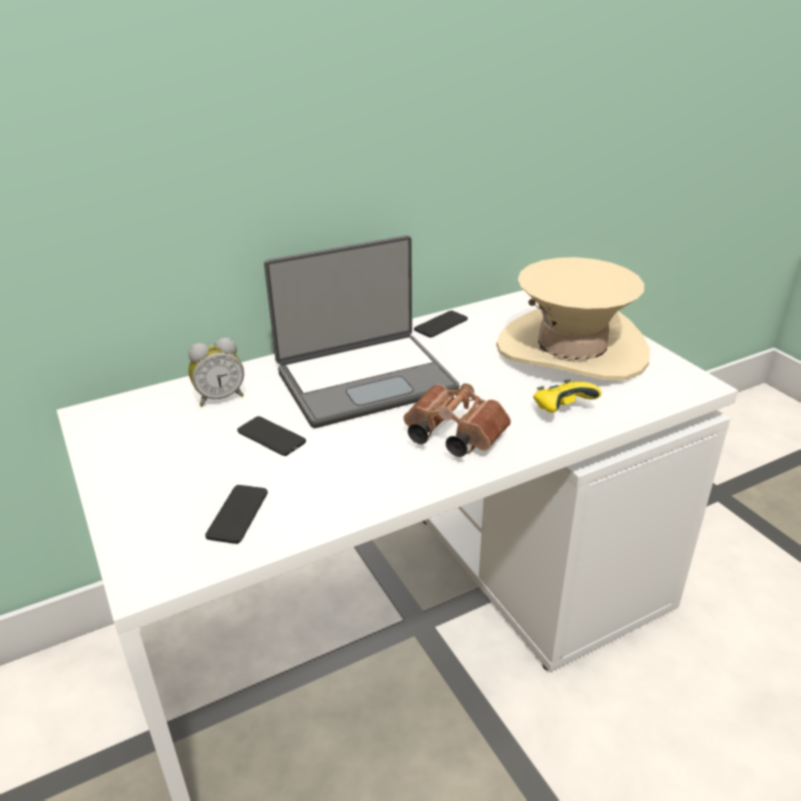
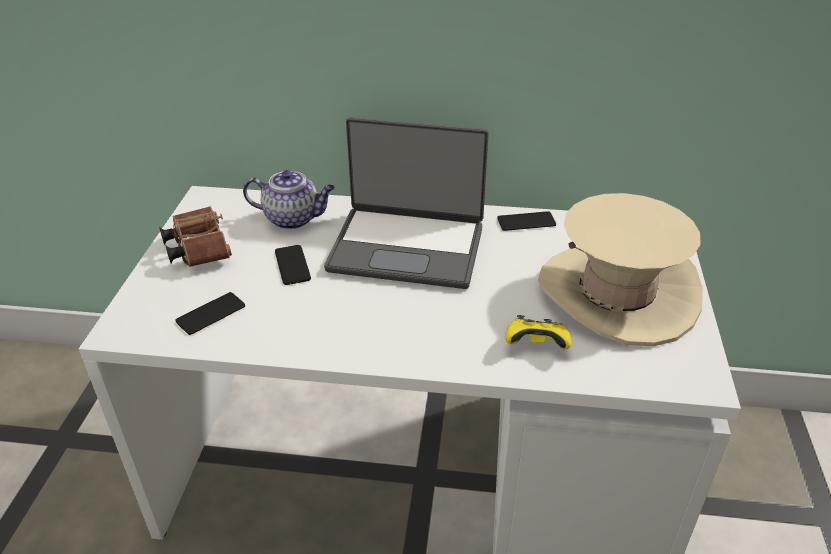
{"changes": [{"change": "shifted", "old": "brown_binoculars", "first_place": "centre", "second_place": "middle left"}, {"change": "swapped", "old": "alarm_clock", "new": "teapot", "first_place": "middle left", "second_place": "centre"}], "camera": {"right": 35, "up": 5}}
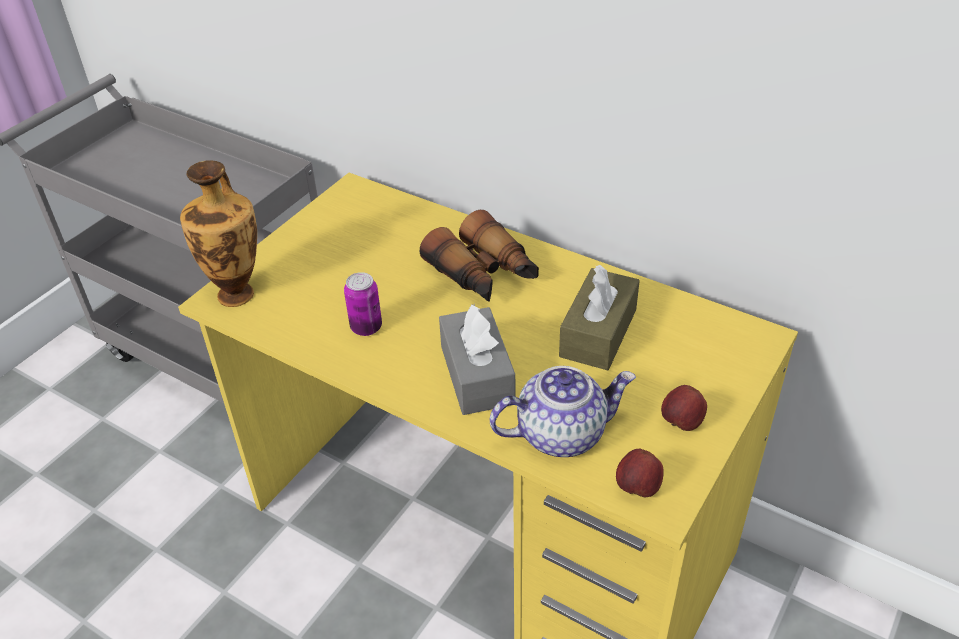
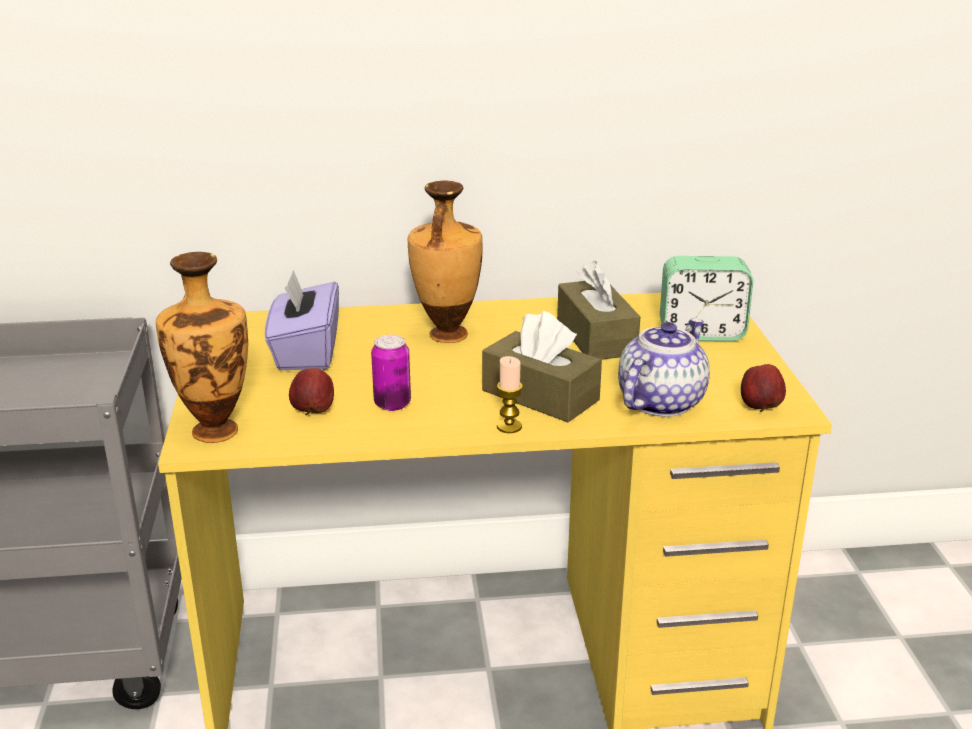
{"changes": [{"change": "new", "new": "purple_tissue_box", "second_place": "middle left"}, {"change": "shifted", "old": "apple (no. 2 from left in the first image)", "new": "apple (no. 1 from left)", "first_place": "middle right", "second_place": "middle left"}, {"change": "swapped", "old": "binoculars", "new": "vase (no. 2 from left)", "first_place": "centre", "second_place": "centre"}, {"change": "repainted", "old": "grey_tissue_box", "new": "brown_tissue_box (no. 1 from left)", "first_place": "centre", "second_place": "centre"}, {"change": "new", "new": "candle", "second_place": "centre"}, {"change": "new", "new": "alarm_clock", "second_place": "middle right"}], "camera": {"right": -40, "up": -15}}
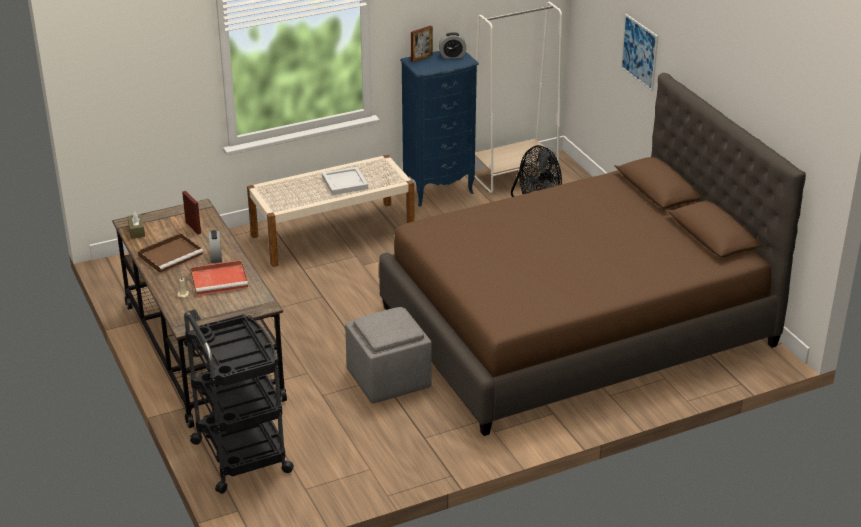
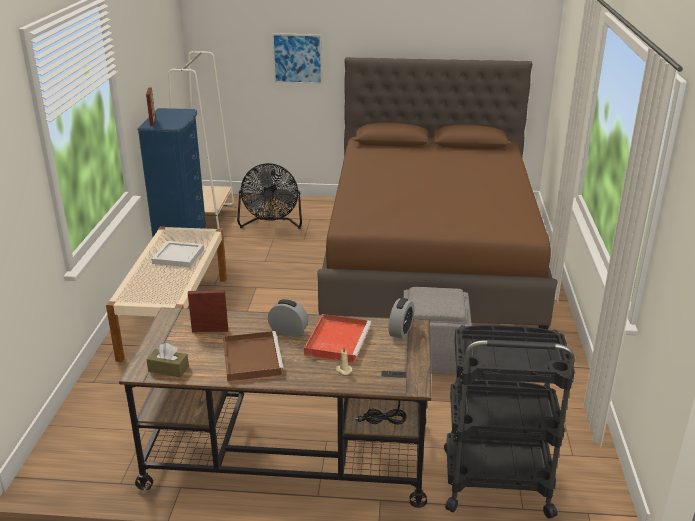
{"changes": [{"change": "shifted", "old": "alarm_clock (no. 2 from left)", "first_place": "top centre", "second_place": "centre"}], "camera": {"right": -60, "up": -5}}
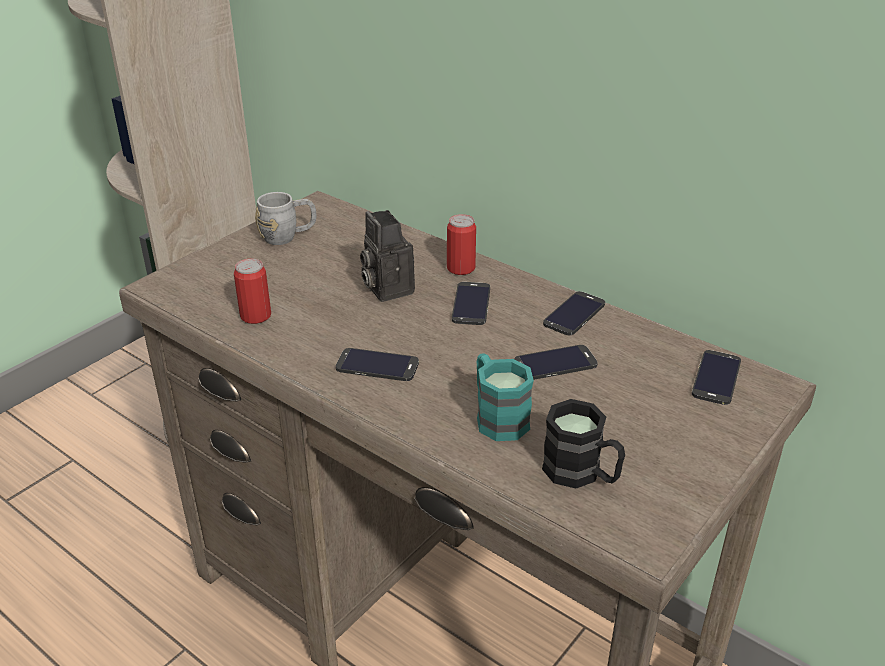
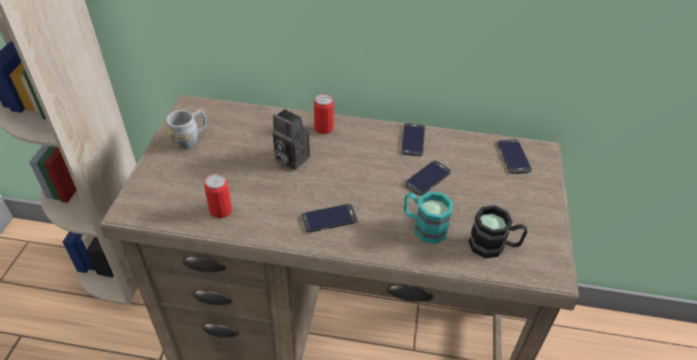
{"changes": [{"change": "gone", "old": "phone (no. 2 from left)", "first_place": "centre"}], "camera": {"right": -30, "up": 10}}
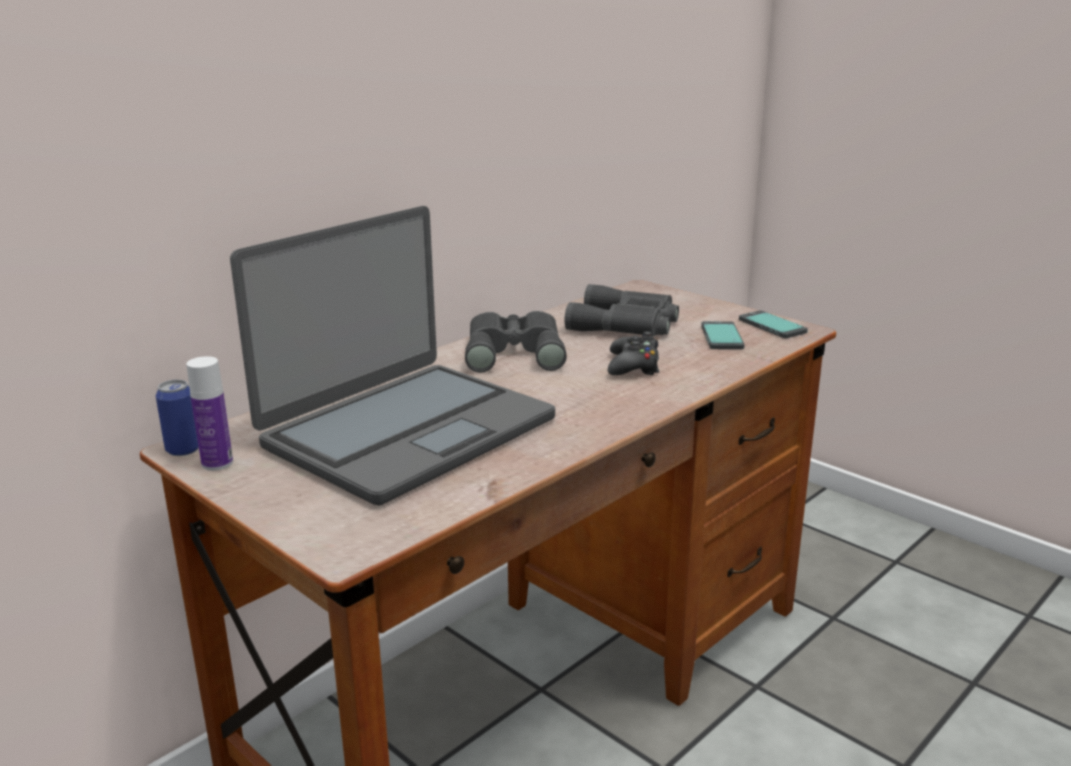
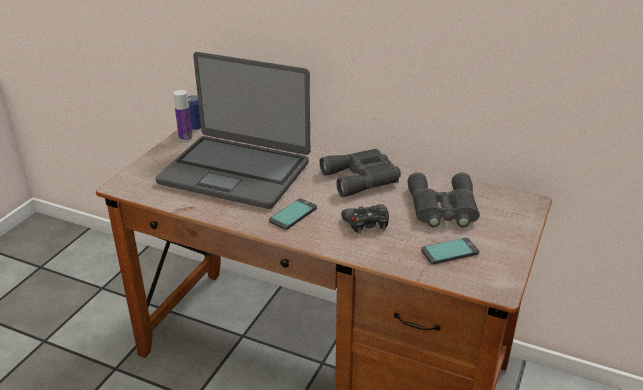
{"changes": [{"change": "shifted", "old": "phone (no. 2 from left in the first image)", "new": "phone (no. 1 from left)", "first_place": "middle right", "second_place": "centre"}], "camera": {"right": 70, "up": 10}}
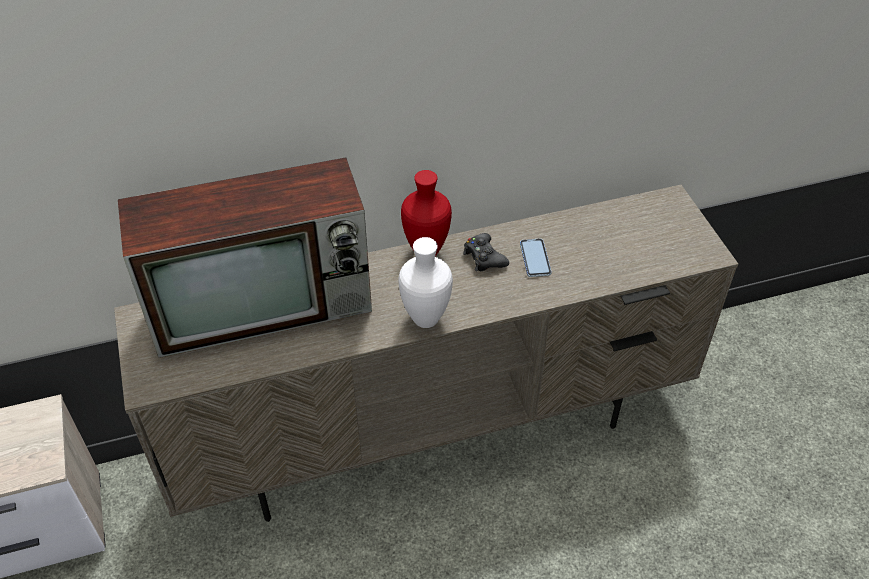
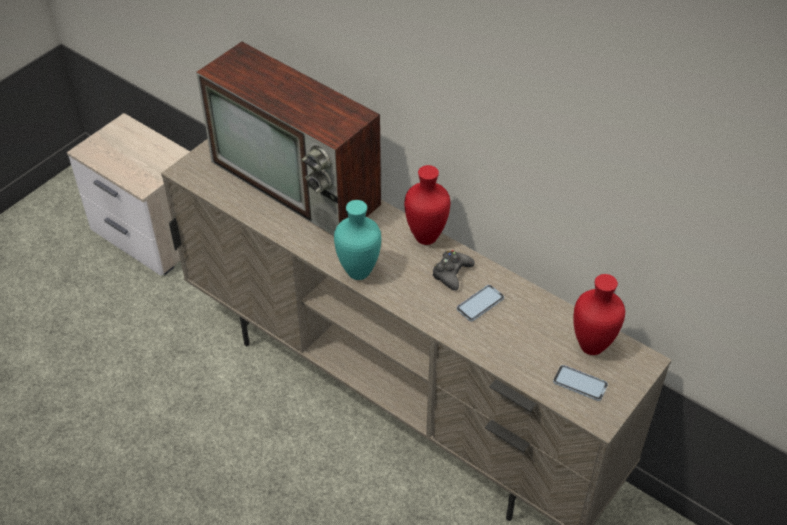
{"changes": [{"change": "repainted", "old": "white_vase", "new": "turquoise_vase", "first_place": "centre", "second_place": "centre"}, {"change": "new", "new": "phone (no. 2 from left)", "second_place": "bottom right"}, {"change": "new", "new": "red_vase (no. 2 from left)", "second_place": "middle right"}], "camera": {"right": 55, "up": 0}}
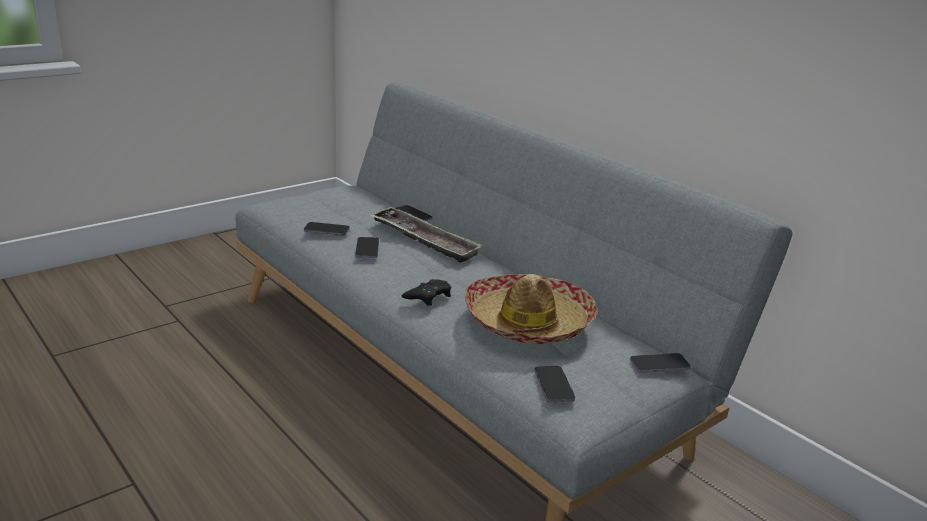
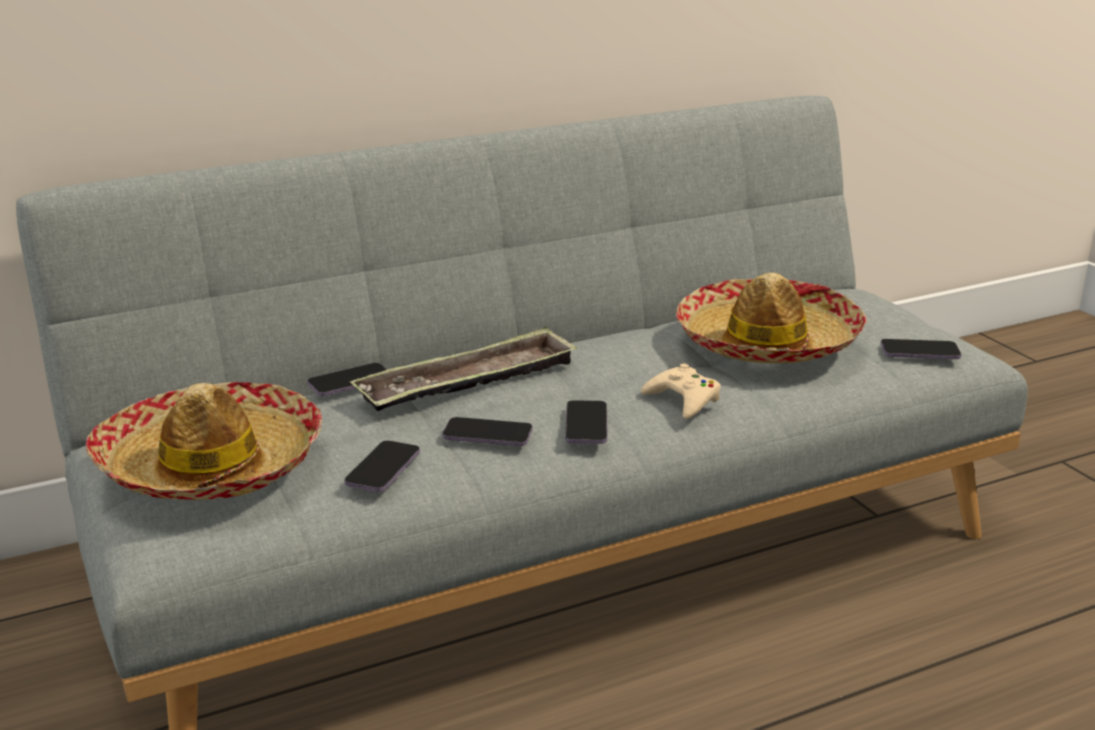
{"changes": [{"change": "new", "new": "hat (no. 1 from left)", "second_place": "middle left"}, {"change": "shifted", "old": "phone (no. 5 from left in the first image)", "new": "phone (no. 4 from left)", "first_place": "bottom right", "second_place": "centre"}, {"change": "repainted", "old": "black_game_controller", "new": "beige_game_controller", "first_place": "centre", "second_place": "centre"}], "camera": {"right": -75, "up": 0}}
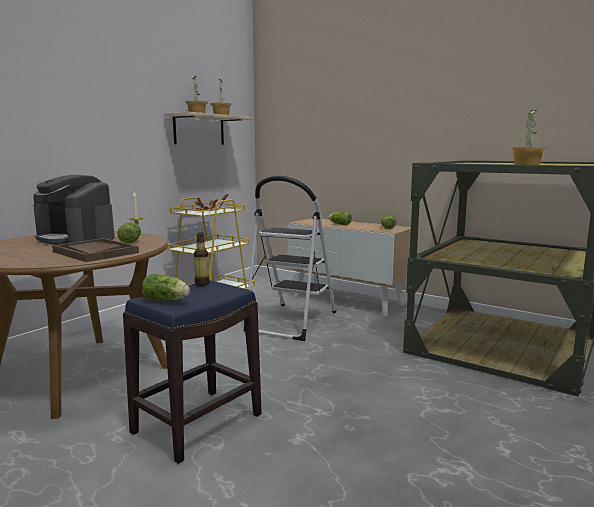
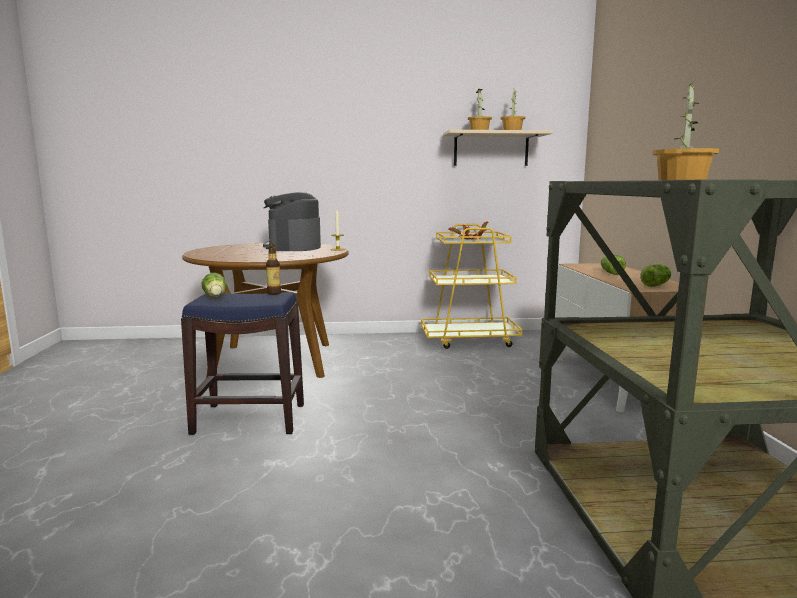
{"changes": [{"change": "gone", "old": "brown_tray", "first_place": "middle left"}, {"change": "gone", "old": "lettuce (no. 1 from left)", "first_place": "middle left"}, {"change": "gone", "old": "step_ladder", "first_place": "centre"}], "camera": {"right": 50, "up": 0}}
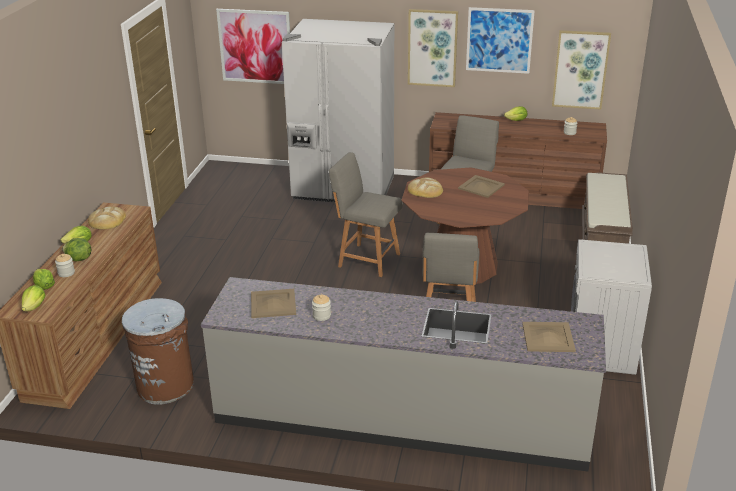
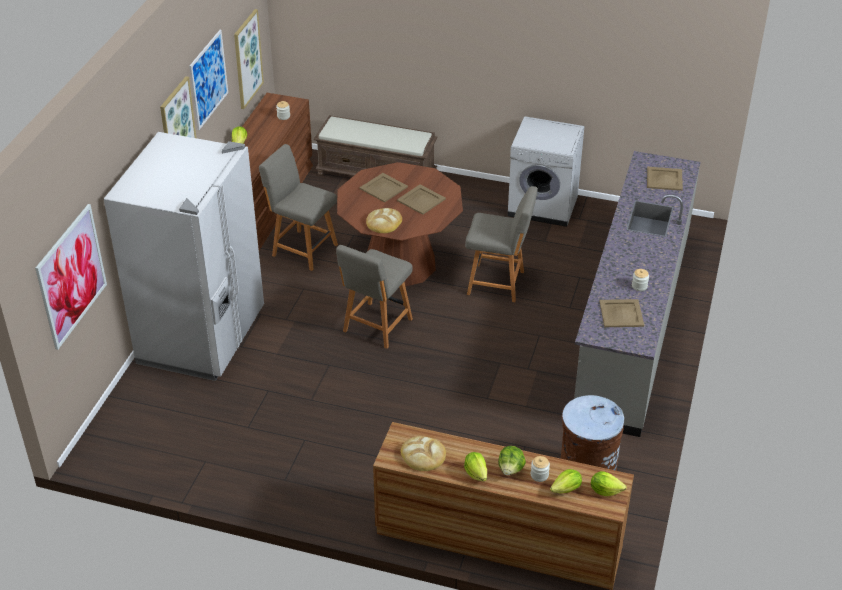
{"changes": [{"change": "new", "new": "beige_tray (no. 2 from left)", "second_place": "centre"}], "camera": {"right": -85, "up": 10}}
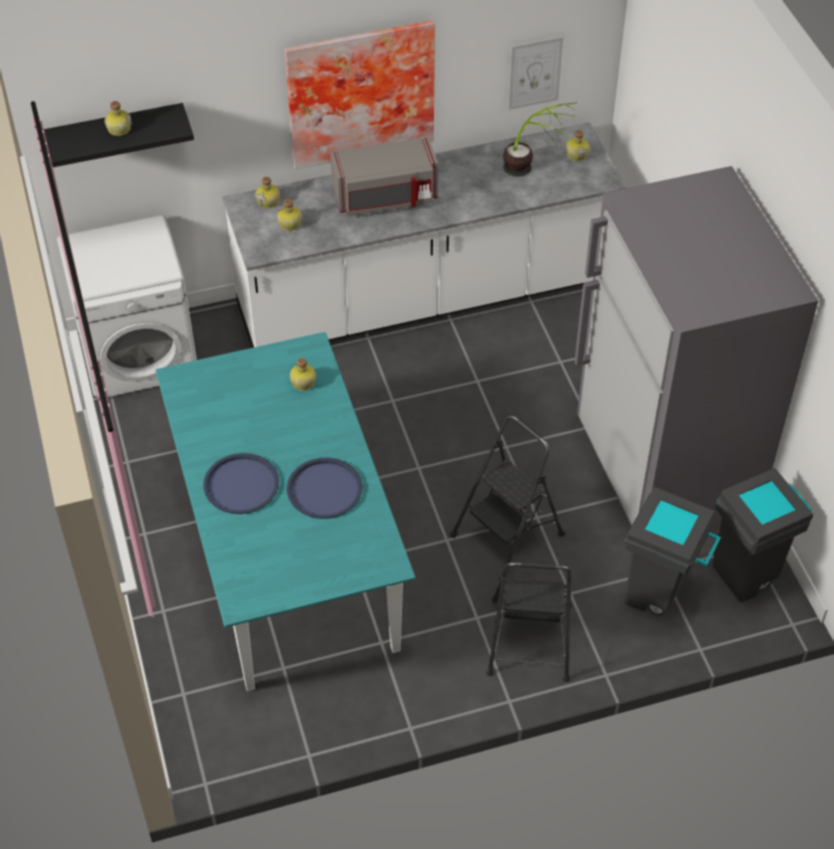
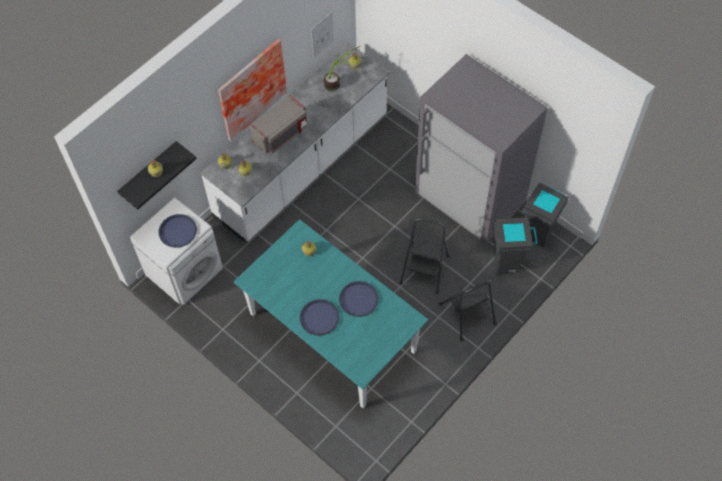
{"changes": [{"change": "new", "new": "blue_tray (no. 1 from left)", "second_place": "middle left"}], "camera": {"right": -30, "up": 10}}
